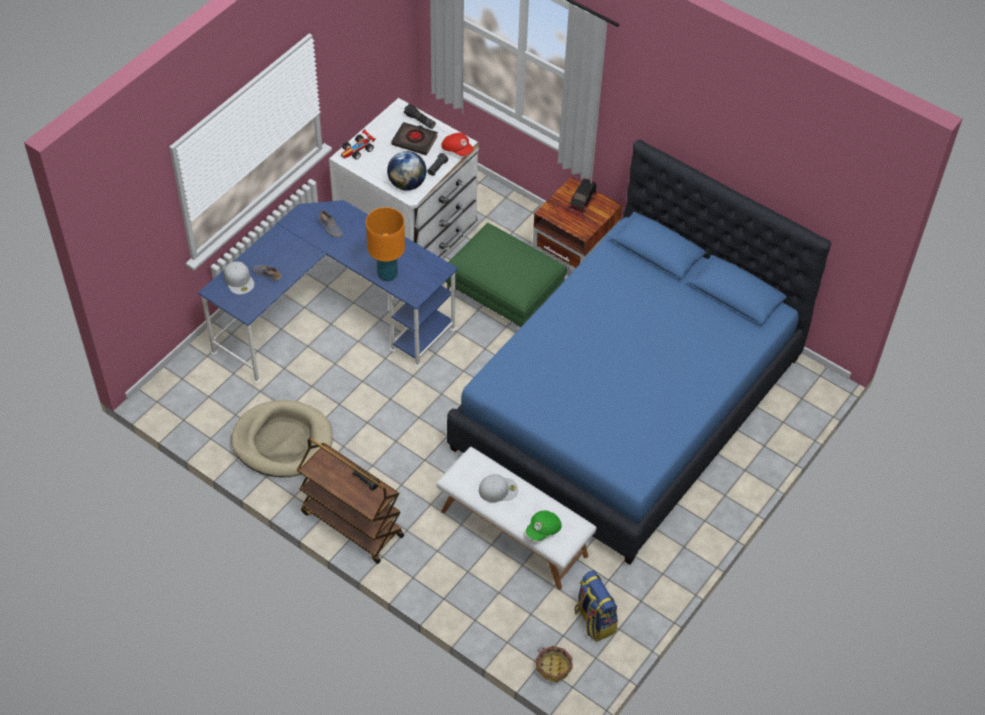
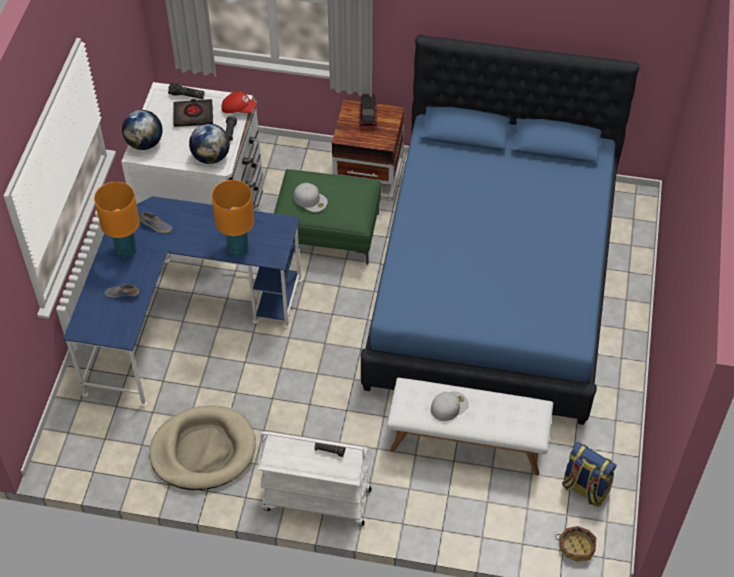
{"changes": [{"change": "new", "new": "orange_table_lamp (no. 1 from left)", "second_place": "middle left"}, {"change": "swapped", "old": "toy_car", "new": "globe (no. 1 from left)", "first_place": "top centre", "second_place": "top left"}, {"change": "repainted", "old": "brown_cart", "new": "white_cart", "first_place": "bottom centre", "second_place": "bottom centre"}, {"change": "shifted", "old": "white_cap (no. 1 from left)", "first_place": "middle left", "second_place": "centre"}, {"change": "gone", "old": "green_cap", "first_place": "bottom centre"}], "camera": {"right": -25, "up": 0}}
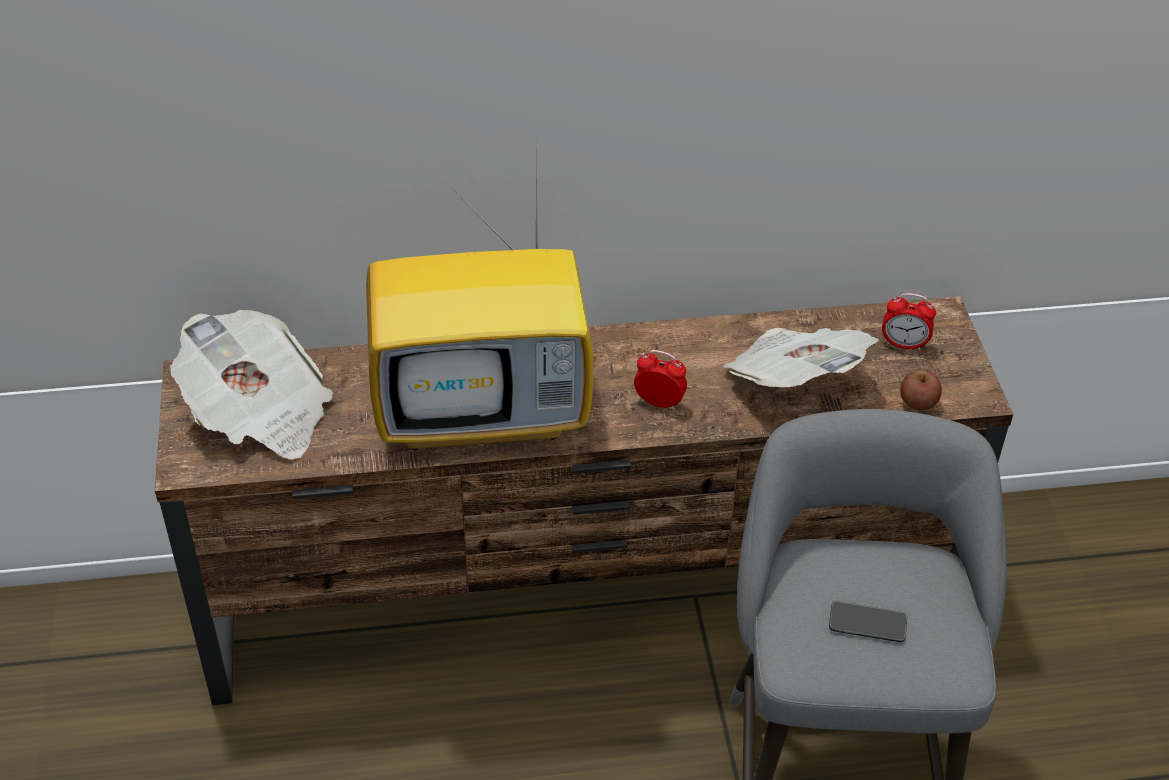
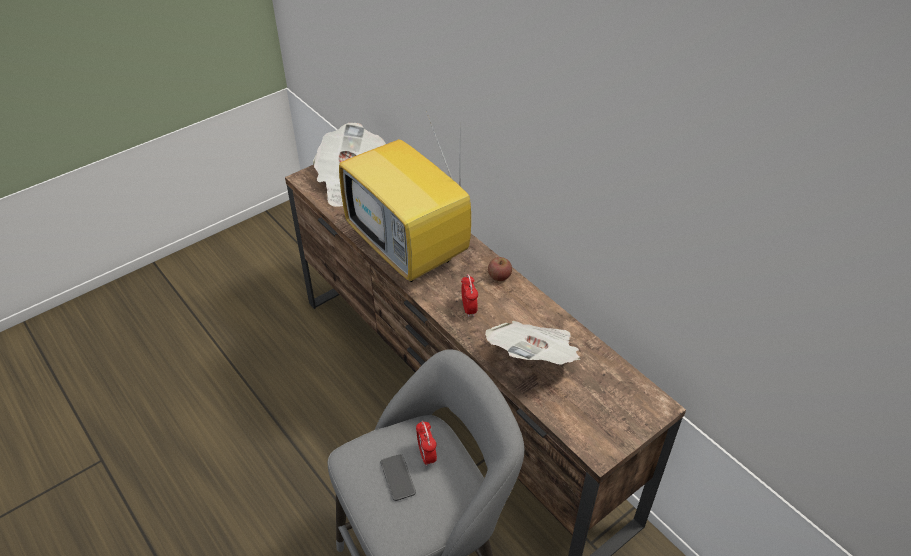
{"changes": [{"change": "shifted", "old": "alarm_clock (no. 2 from left in the first image)", "new": "alarm_clock (no. 1 from left)", "first_place": "middle right", "second_place": "bottom centre"}, {"change": "shifted", "old": "apple", "first_place": "middle right", "second_place": "centre"}], "camera": {"right": 60, "up": 0}}
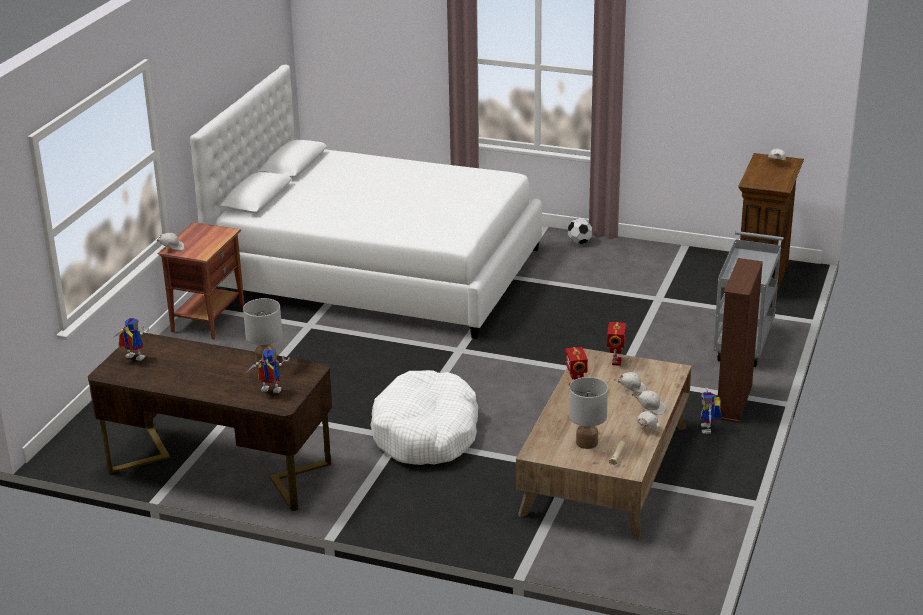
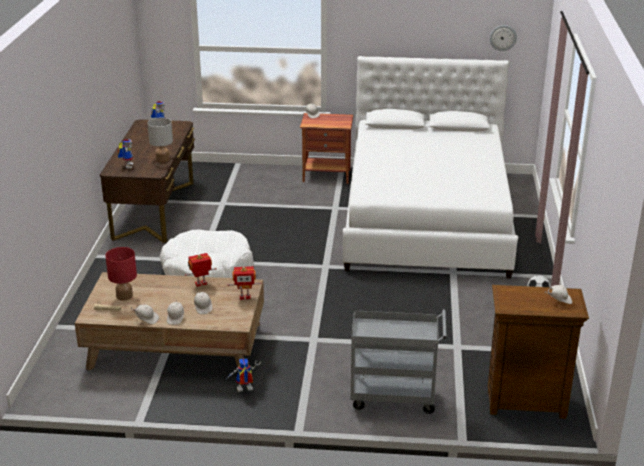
{"changes": [{"change": "repainted", "old": "grey_table_lamp (no. 2 from left)", "new": "red_table_lamp", "first_place": "bottom centre", "second_place": "middle left"}, {"change": "new", "new": "wall_clock", "second_place": "top right"}, {"change": "gone", "old": "brown_bookcase", "first_place": "middle right"}], "camera": {"right": 75, "up": 0}}
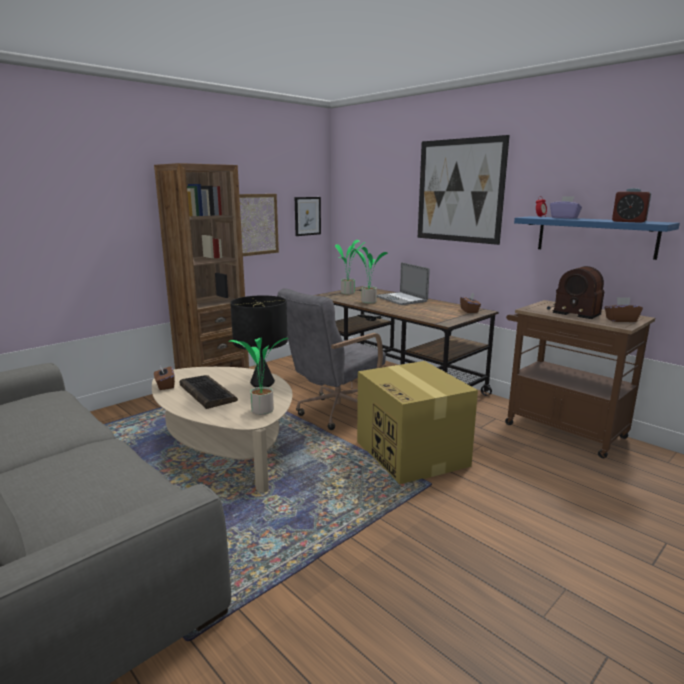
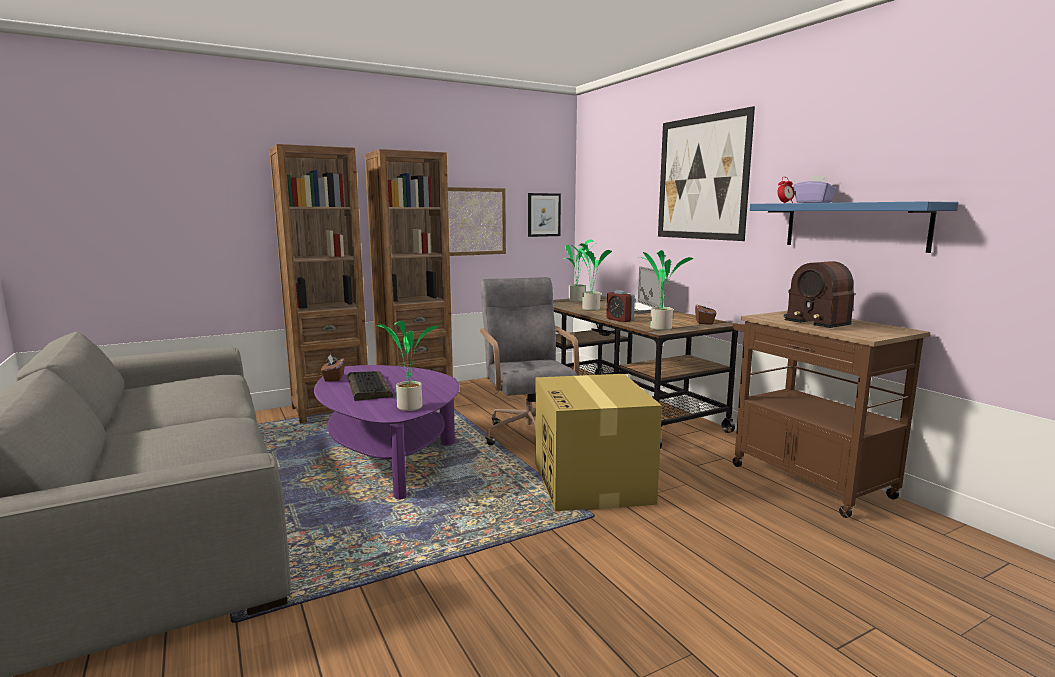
{"changes": [{"change": "new", "new": "brown_bookcase (no. 1 from left)", "second_place": "middle left"}, {"change": "repainted", "old": "beige_coffee_table", "new": "purple_coffee_table", "first_place": "middle left", "second_place": "centre"}, {"change": "rotated", "old": "grey_office_chair", "first_place": "centre", "second_place": "centre", "degrees": 105}, {"change": "shifted", "old": "alarm_clock (no. 2 from left in the first image)", "new": "alarm_clock (no. 1 from left)", "first_place": "top right", "second_place": "centre"}, {"change": "new", "new": "potted_plant (no. 4 from left)", "second_place": "centre"}, {"change": "gone", "old": "black_table_lamp", "first_place": "centre"}, {"change": "gone", "old": "brown_tissue_box (no. 3 from left)", "first_place": "middle right"}], "camera": {"right": 15, "up": -5}}
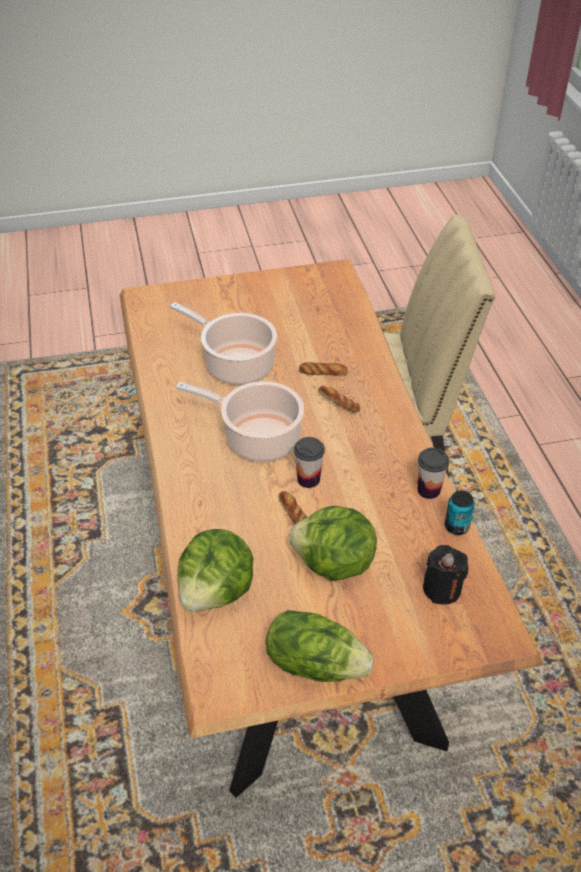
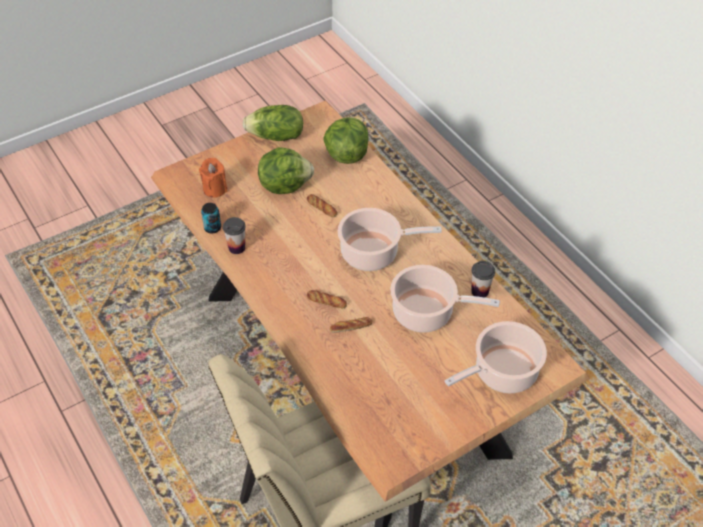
{"changes": [{"change": "repainted", "old": "black_candle", "new": "orange_candle", "first_place": "middle right", "second_place": "middle left"}, {"change": "new", "new": "cooking_pot (no. 3 from left)", "second_place": "bottom right"}, {"change": "shifted", "old": "cup (no. 1 from left in the first image)", "new": "cup (no. 2 from left)", "first_place": "centre", "second_place": "middle right"}], "camera": {"right": 160, "up": 5}}
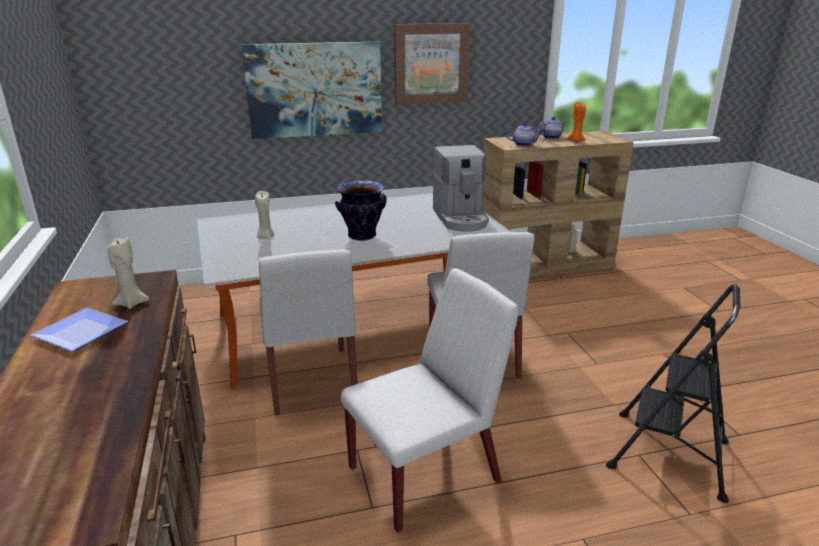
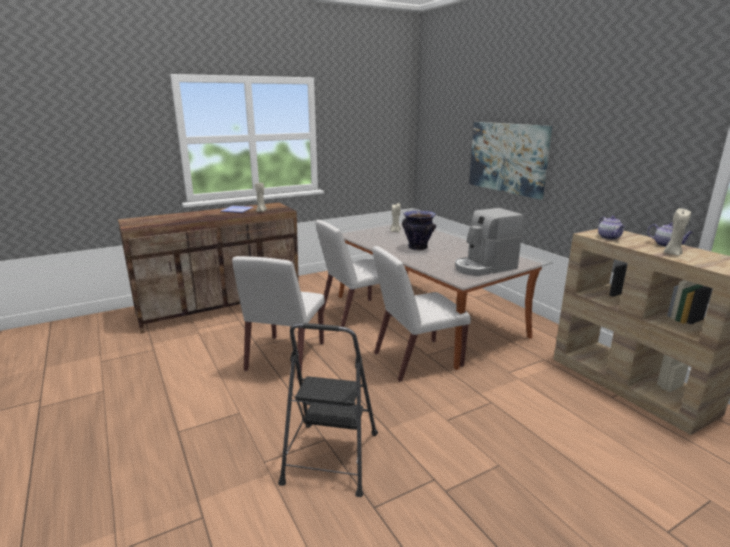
{"changes": [{"change": "rotated", "old": "white_chair (no. 2 from left in the first image)", "first_place": "bottom centre", "second_place": "centre", "degrees": 60}, {"change": "repainted", "old": "orange_candle", "new": "beige_candle (no. 3 from left)", "first_place": "top right", "second_place": "middle right"}, {"change": "gone", "old": "picture (no. 2 from left)", "first_place": "top centre"}], "camera": {"right": 75, "up": -5}}
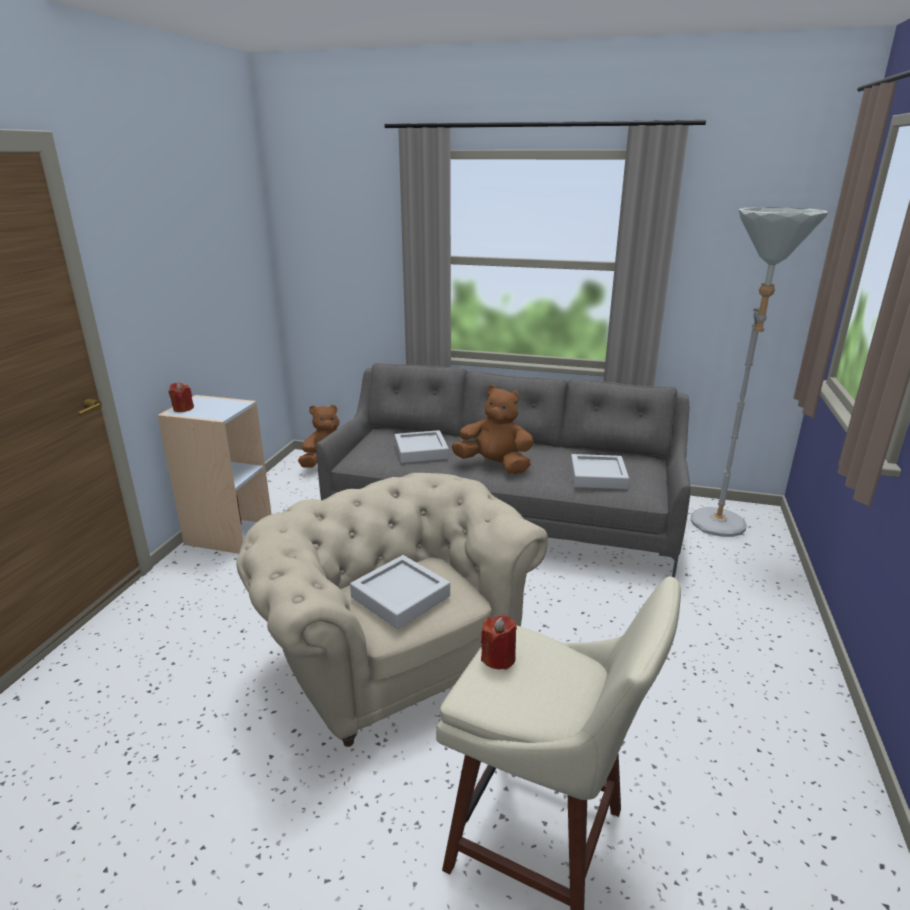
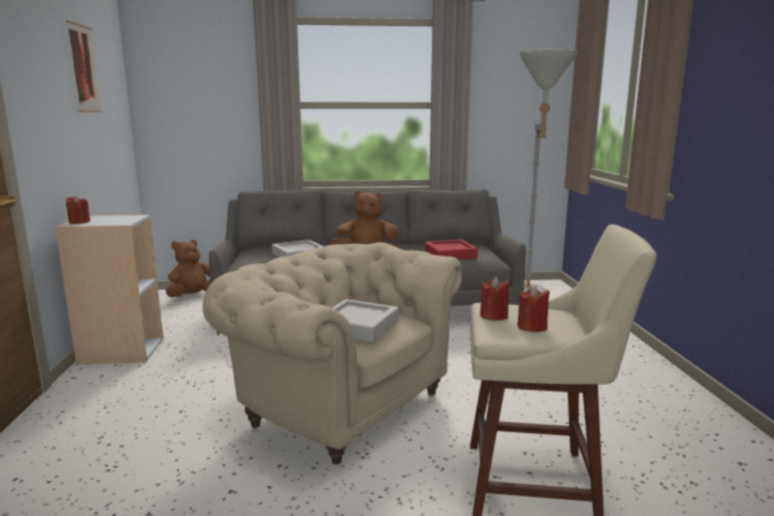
{"changes": [{"change": "new", "new": "picture", "second_place": "top left"}, {"change": "repainted", "old": "grey_tray (no. 3 from left)", "new": "red_tray", "first_place": "centre", "second_place": "centre"}, {"change": "new", "new": "red_candle (no. 3 from left)", "second_place": "middle right"}], "camera": {"right": -20, "up": -10}}
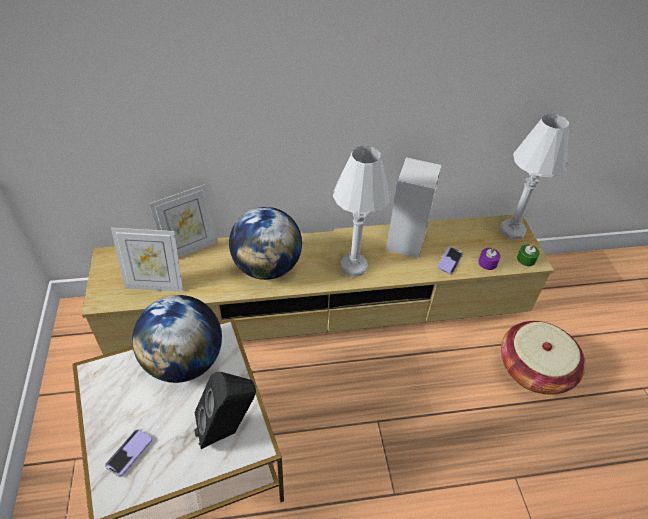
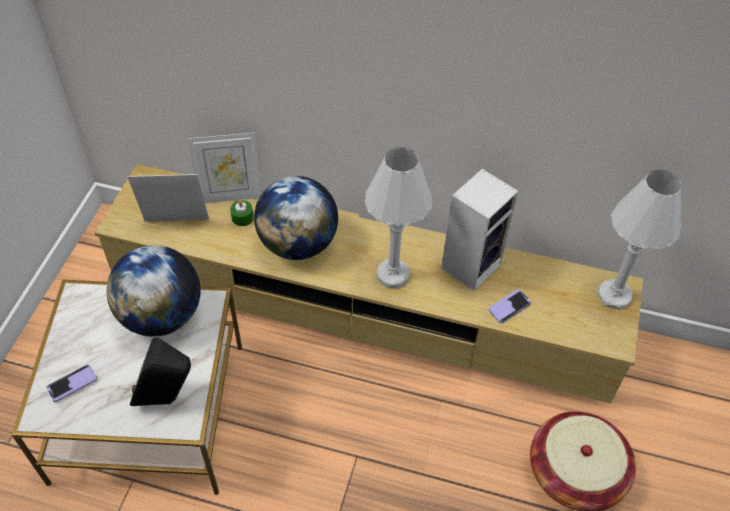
{"changes": [{"change": "rotated", "old": "picture_frame (no. 1 from left)", "first_place": "middle left", "second_place": "middle left", "degrees": 150}, {"change": "shifted", "old": "green_candle", "first_place": "middle right", "second_place": "middle left"}, {"change": "gone", "old": "purple_candle", "first_place": "middle right"}], "camera": {"right": 25, "up": 5}}
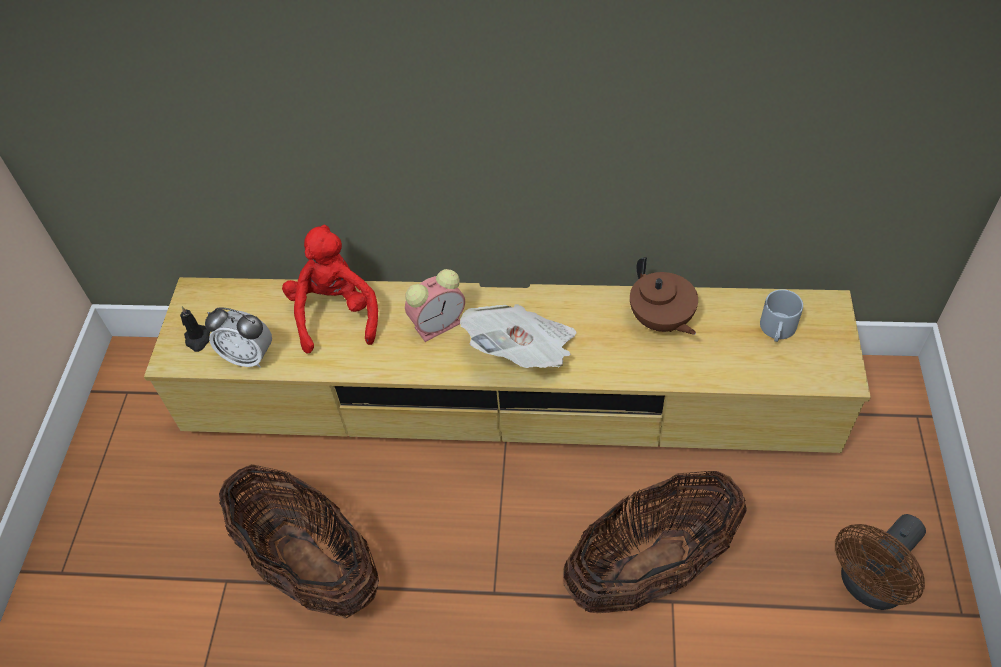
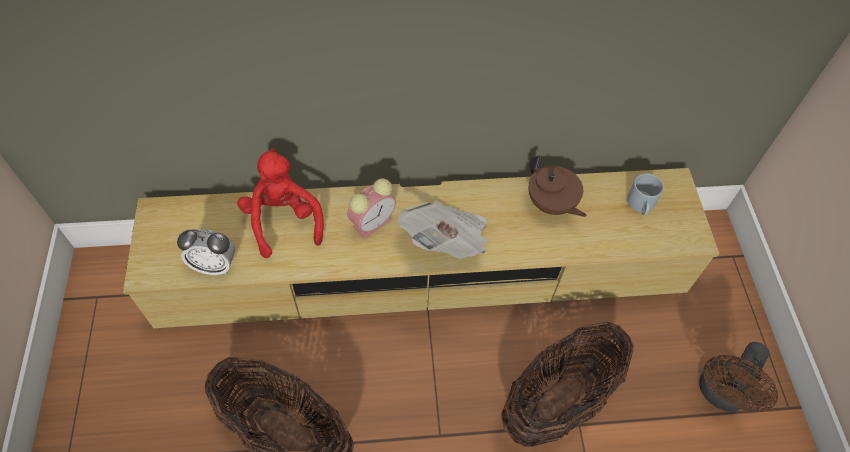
{"changes": [{"change": "gone", "old": "black_candle", "first_place": "middle left"}], "camera": {"right": -15, "up": 5}}
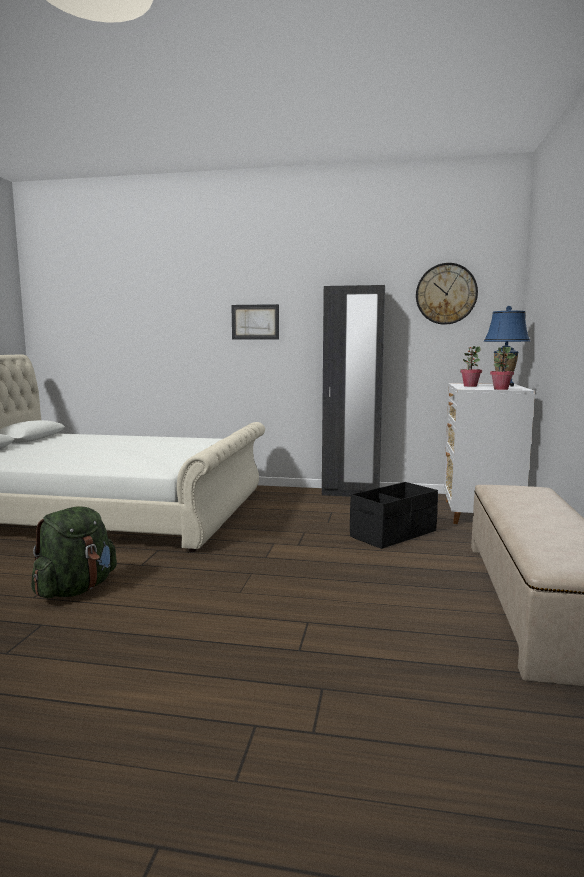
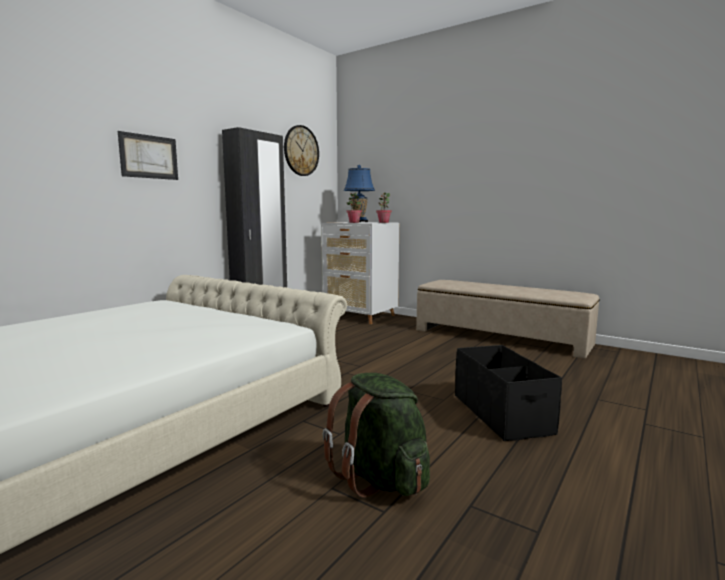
{"changes": [{"change": "shifted", "old": "black_storage_box", "first_place": "middle right", "second_place": "bottom right"}], "camera": {"right": -65, "up": 0}}
